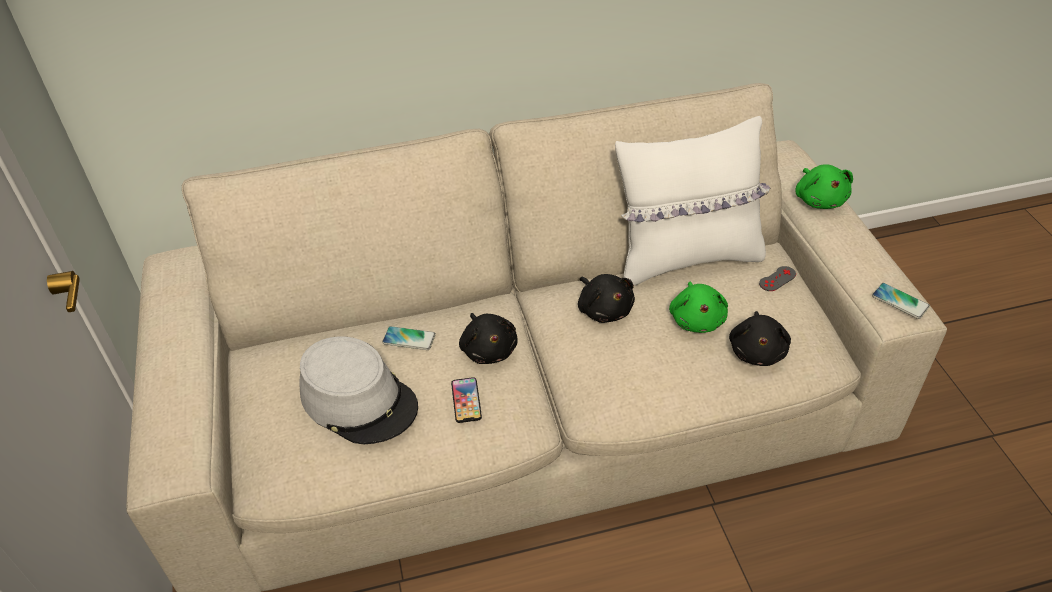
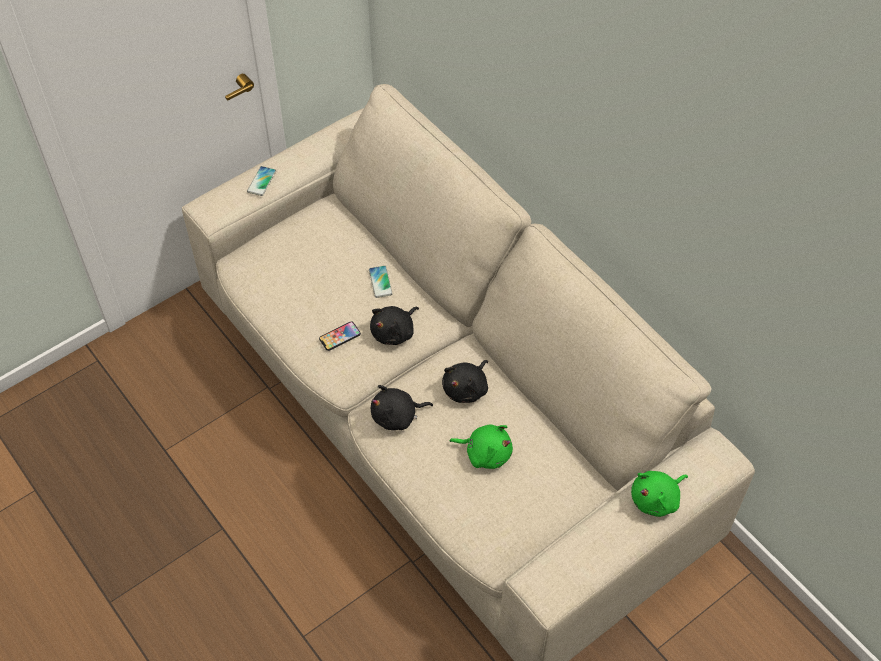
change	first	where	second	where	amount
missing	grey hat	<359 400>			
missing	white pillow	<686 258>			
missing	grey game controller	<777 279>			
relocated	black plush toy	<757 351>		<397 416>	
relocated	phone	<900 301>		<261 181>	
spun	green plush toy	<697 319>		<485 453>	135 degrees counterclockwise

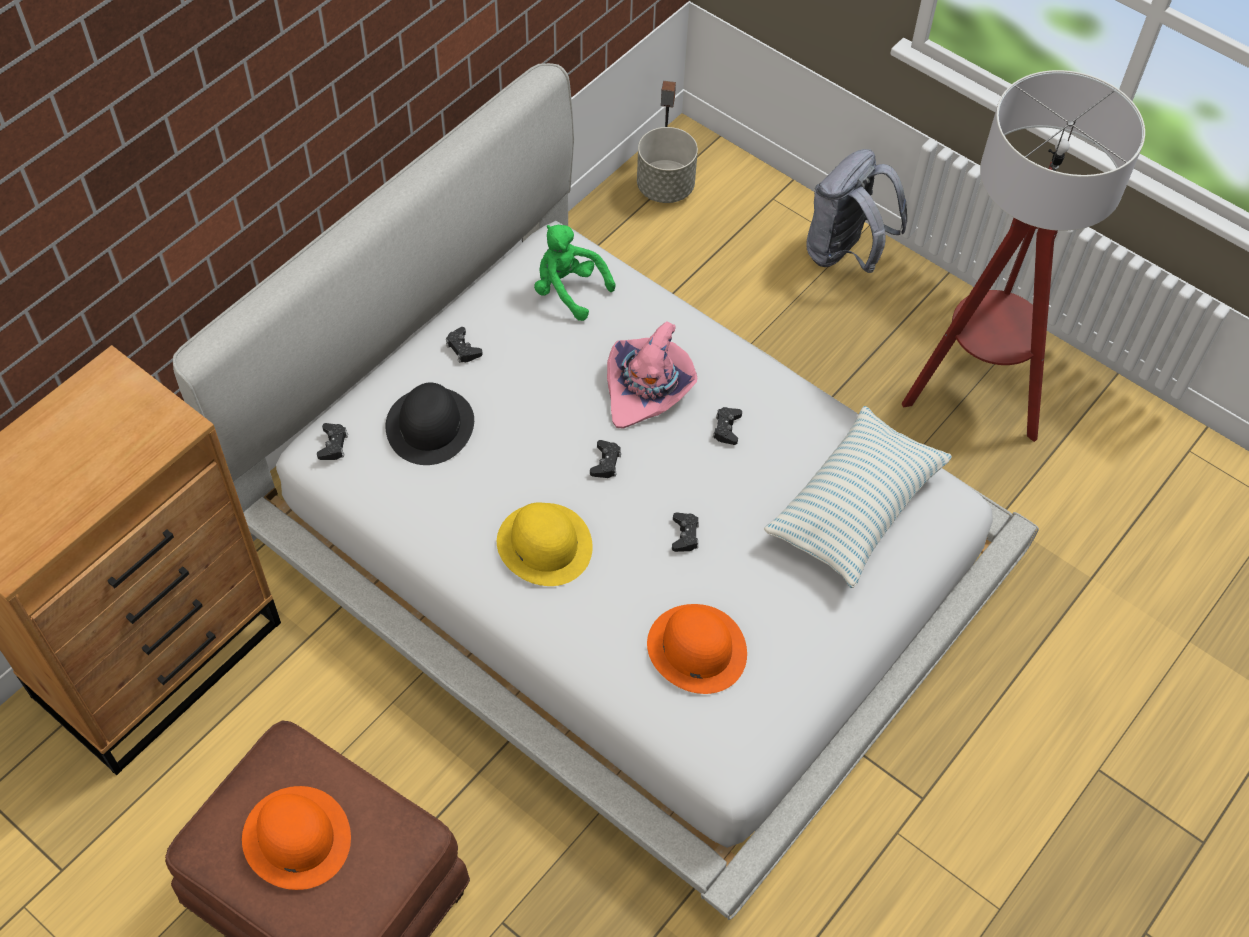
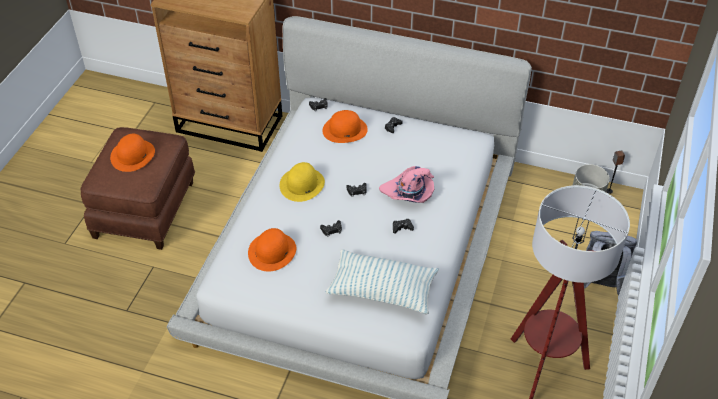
change	first	where	second	where	amount
missing	green plush toy	<568 290>			
colour	black hat	<430 425>	orange hat	<345 130>	

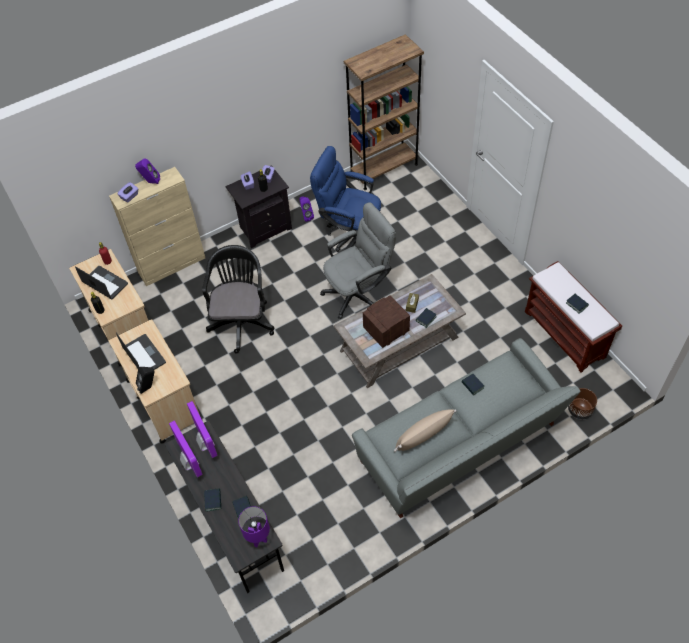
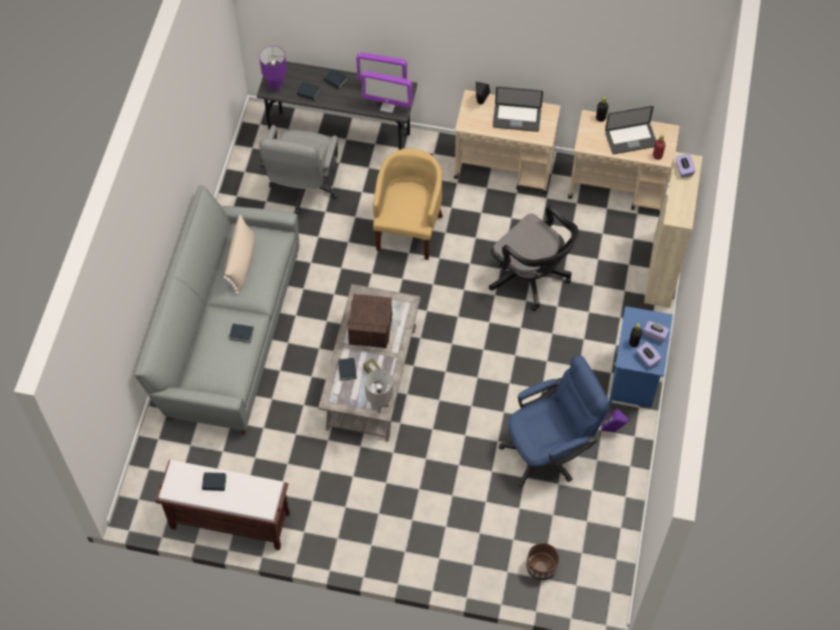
change	first	where	second	where	amount
missing	purple speaker	<150 182>			
missing	brown bookcase	<384 169>			
appeared			grey table lamp	<379 405>	
appeared			yellow armchair	<408 229>	
relocated	grey office chair	<359 292>		<303 189>	
relocated	brown planter	<580 410>		<541 567>	
colour	black nightstand	<264 228>	blue nightstand	<634 380>	

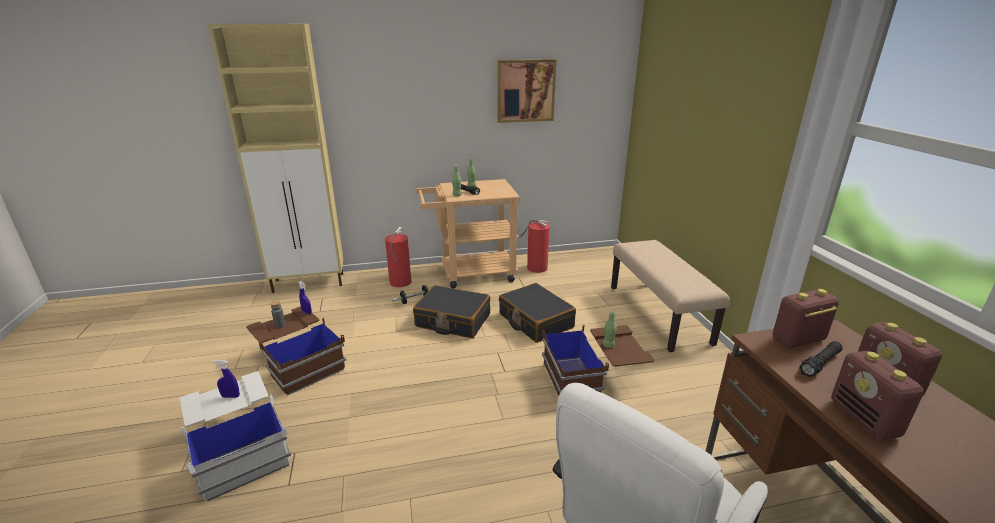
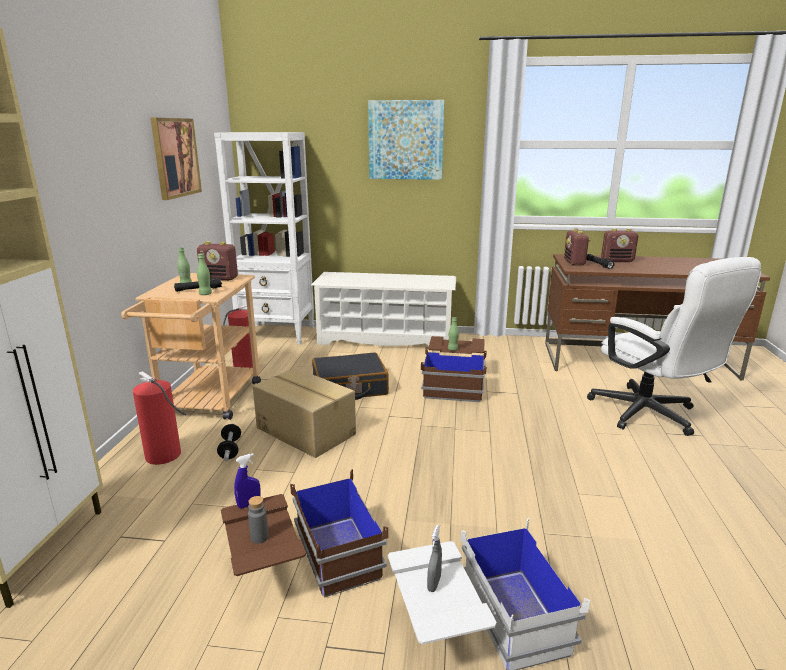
change	first	where	second	where	amount
appeared			white bookcase	<277 334>	
appeared			picture	<406 140>	
relocated	radio	<864 419>		<220 278>	
exchanged	black suitcase	<453 320>	cardboard box	<306 430>	
exchanged	beige bench	<659 314>	white shoe rack	<385 339>	
colour	blue spray bottle	<231 396>	grey spray bottle	<434 583>	

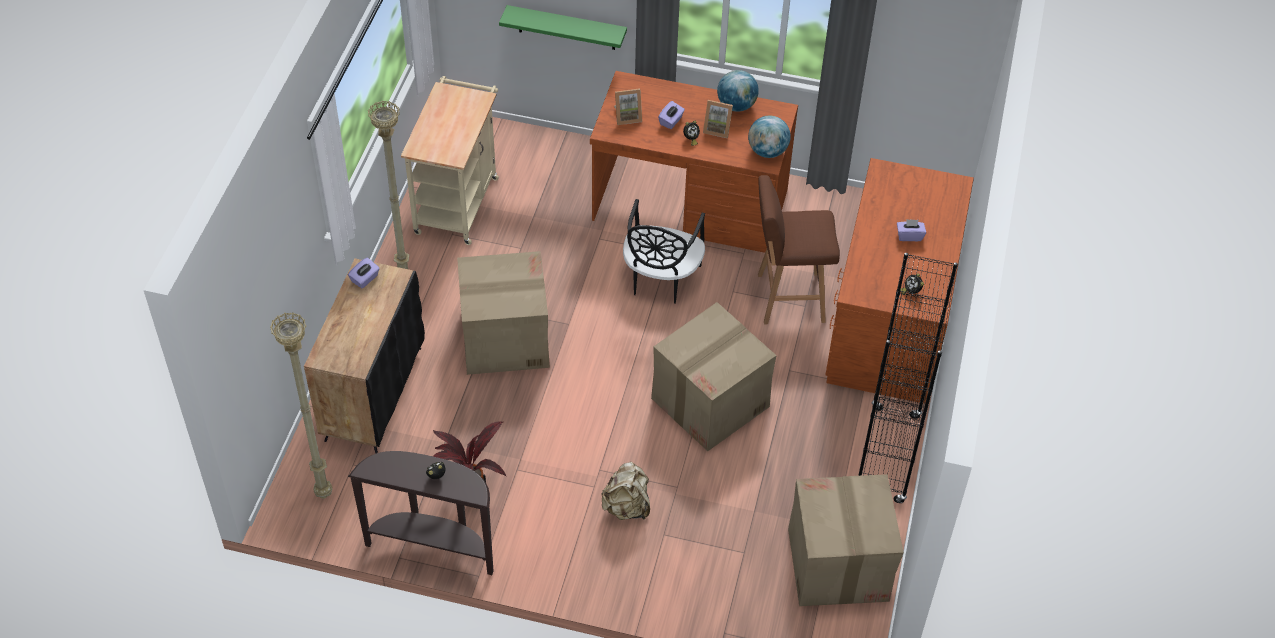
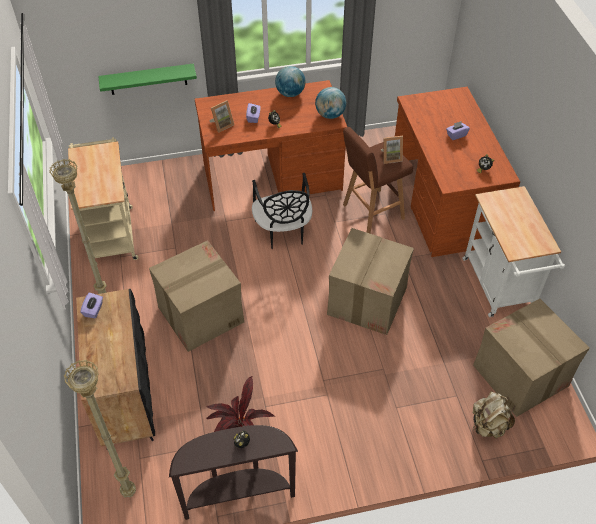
change	first	where	second	where	amount
relocated	beige backpack	<627 507>		<488 425>	
relocated	picture frame	<717 129>		<391 157>	
exchanged	black bookcase	<887 455>	white cart	<500 288>	

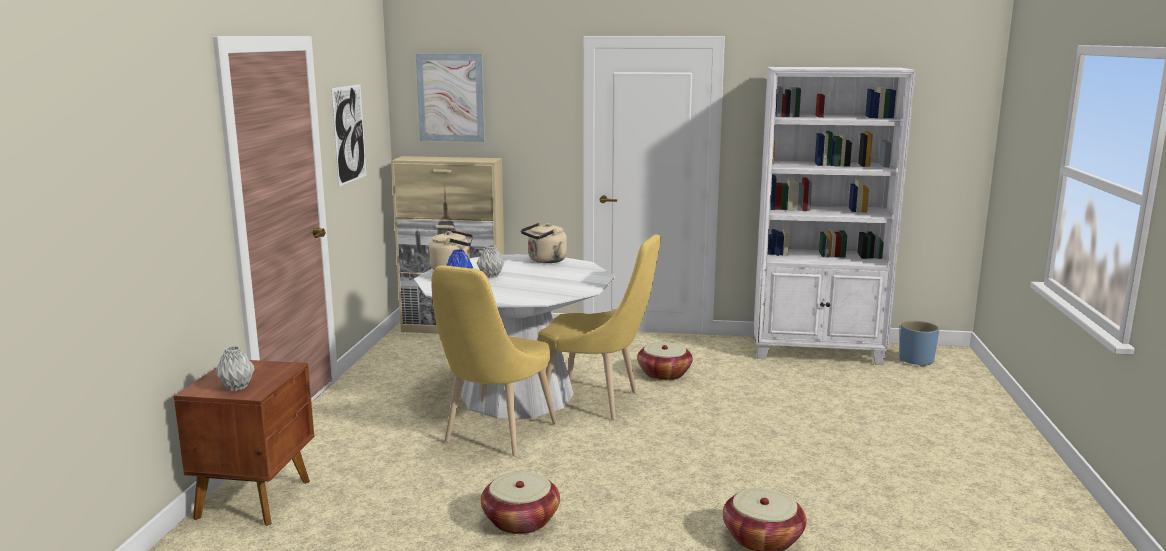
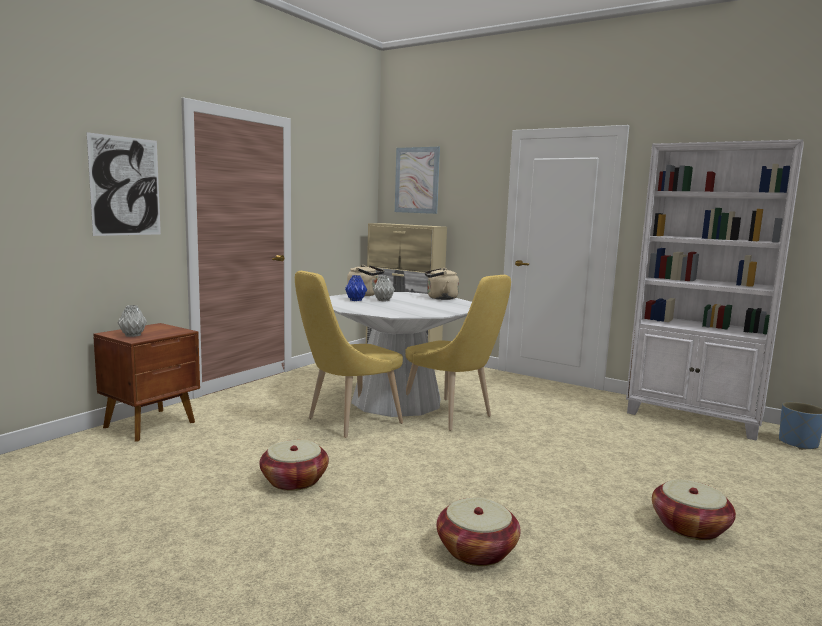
change	first	where	second	where	amount
relocated	picture	<349 134>		<125 186>	
relocated	basket	<664 374>		<689 527>	

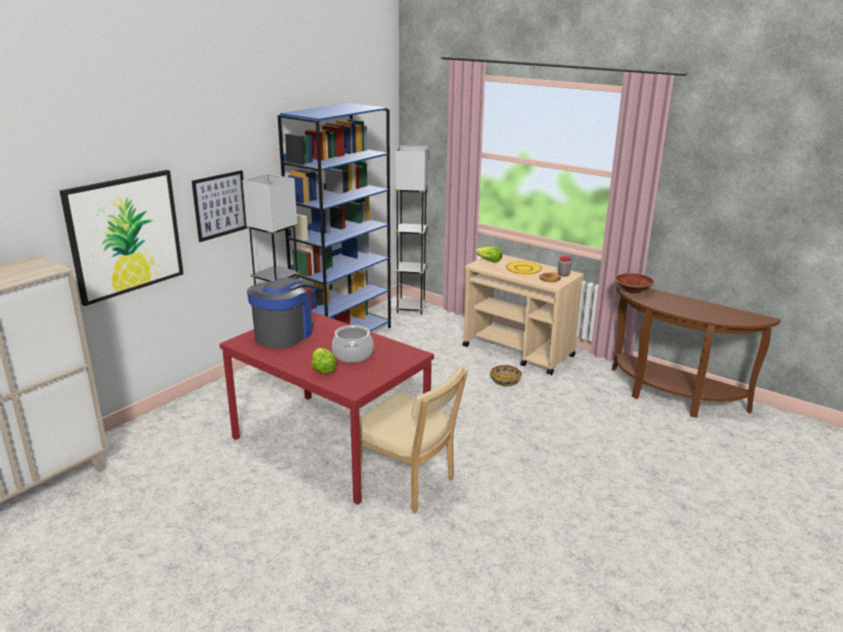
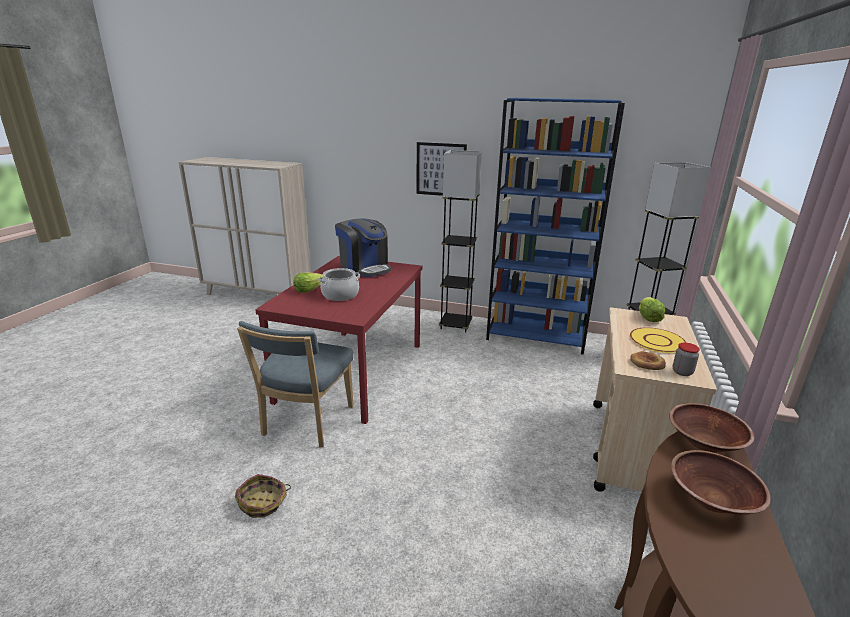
change	first	where	second	where	amount
missing	picture	<125 235>			
appeared			brown bowl	<711 499>	
relocated	basket	<505 380>		<263 503>	
colour	beige chair	<409 484>	blue chair	<306 423>	
spun	coffee machine	<283 335>		<364 268>	45 degrees clockwise

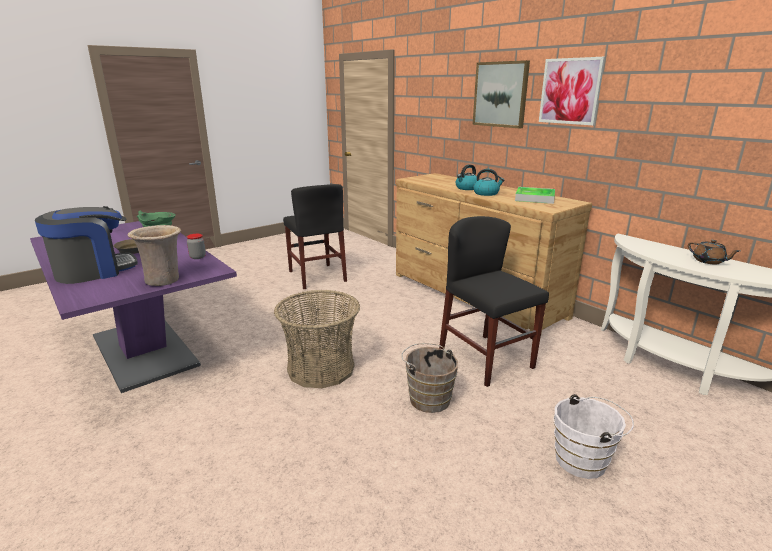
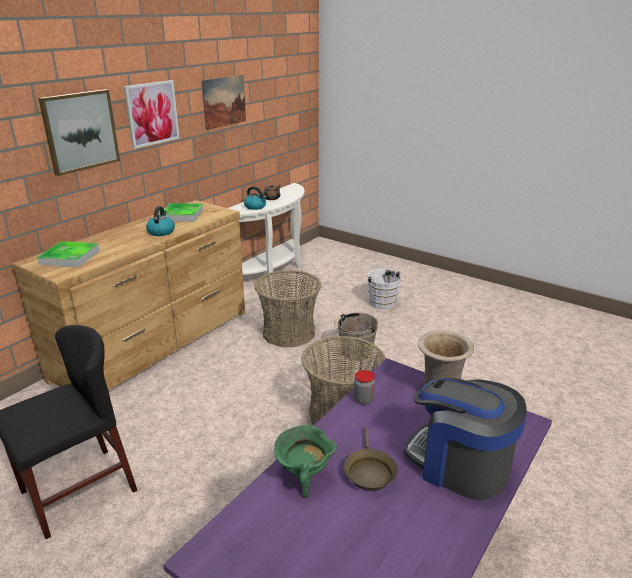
change	first	where	second	where	amount
appeared			tray	<70 257>	
appeared			picture	<224 101>	
relocated	kettle	<467 188>		<255 207>	
exchanged	black chair	<486 359>	basket	<289 332>	

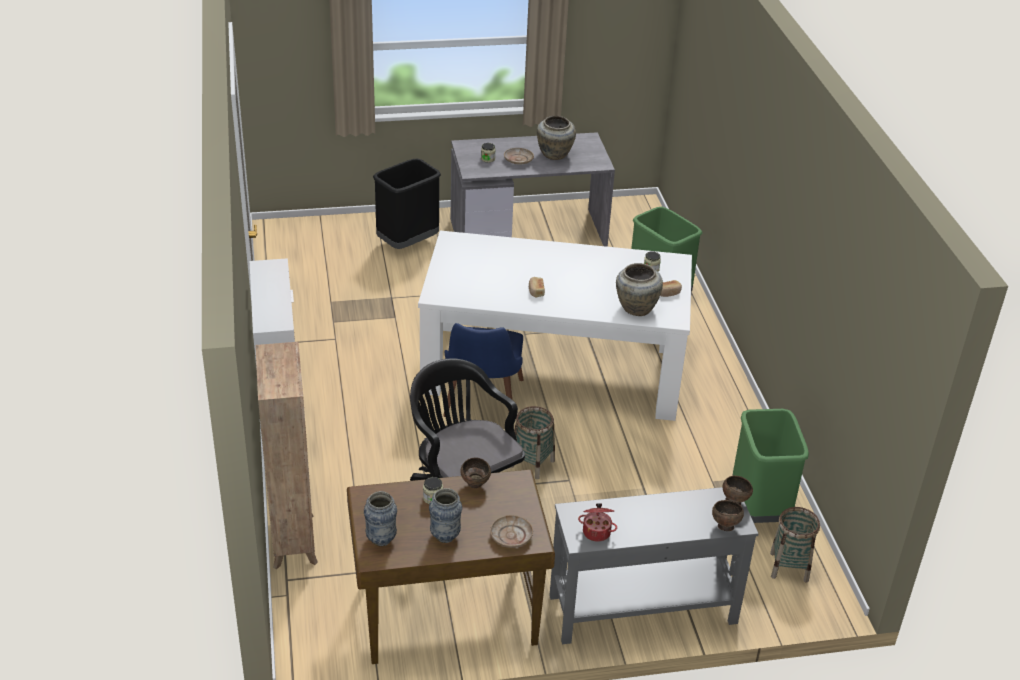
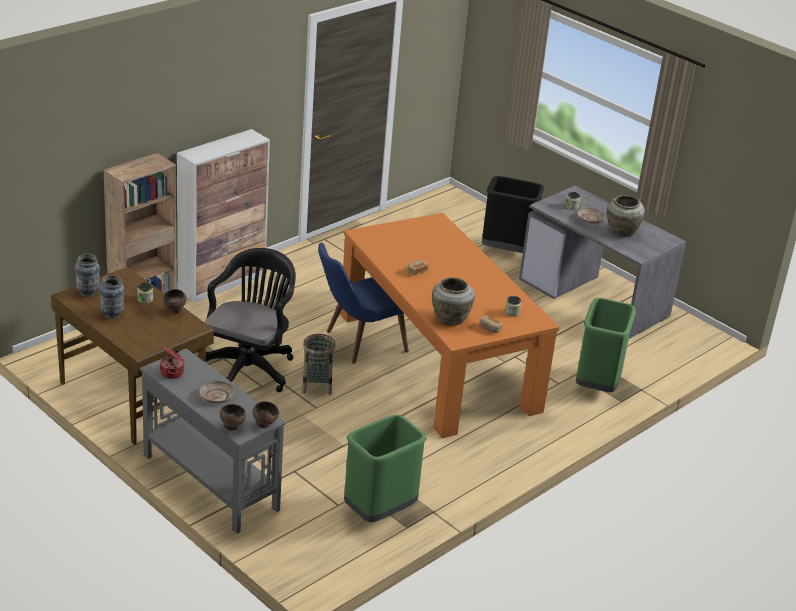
change	first	where	second	where	amount
missing	basket	<789 567>			
relocated	beige plate	<511 536>		<216 396>	
colour	white dining table	<552 368>	orange dining table	<437 361>	

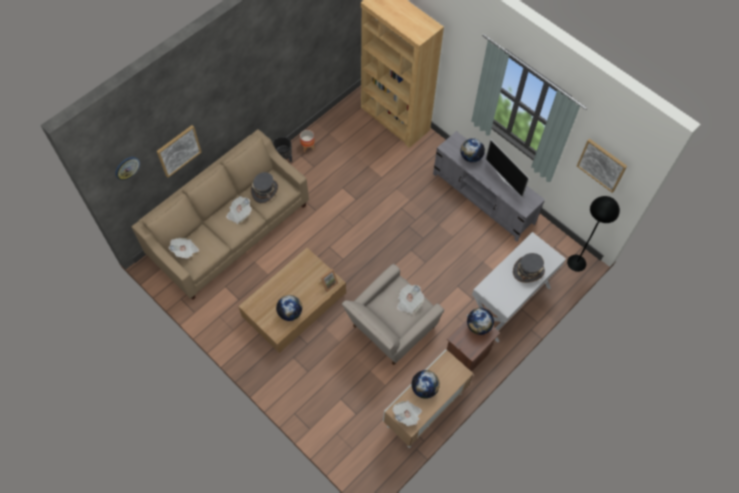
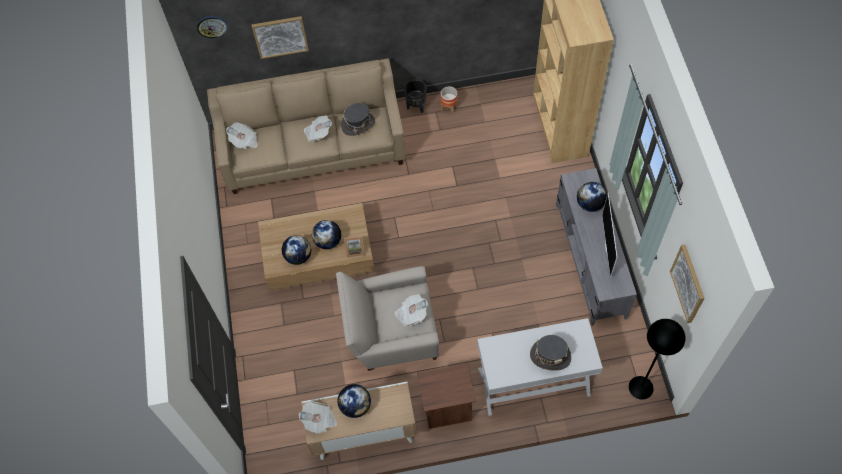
change	first	where	second	where	amount
relocated	globe	<478 326>		<328 241>	

